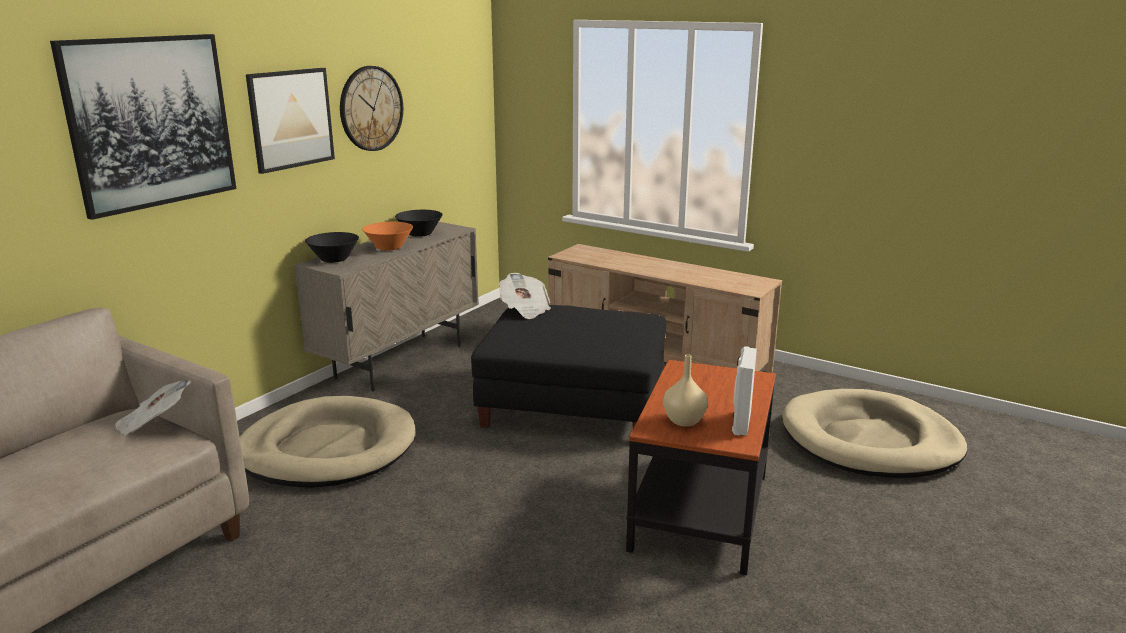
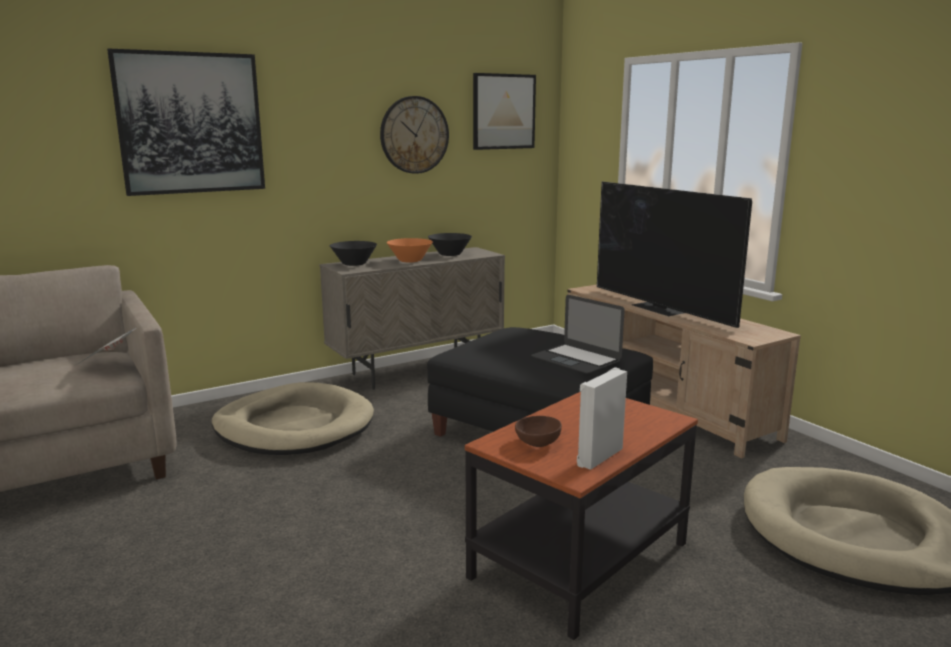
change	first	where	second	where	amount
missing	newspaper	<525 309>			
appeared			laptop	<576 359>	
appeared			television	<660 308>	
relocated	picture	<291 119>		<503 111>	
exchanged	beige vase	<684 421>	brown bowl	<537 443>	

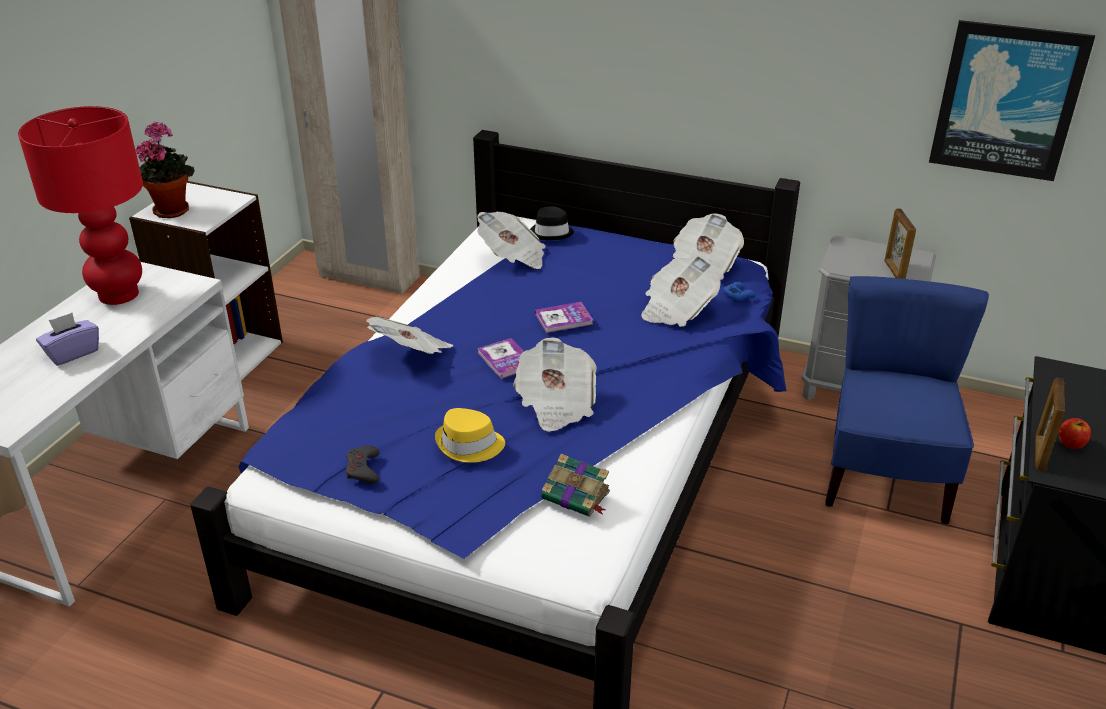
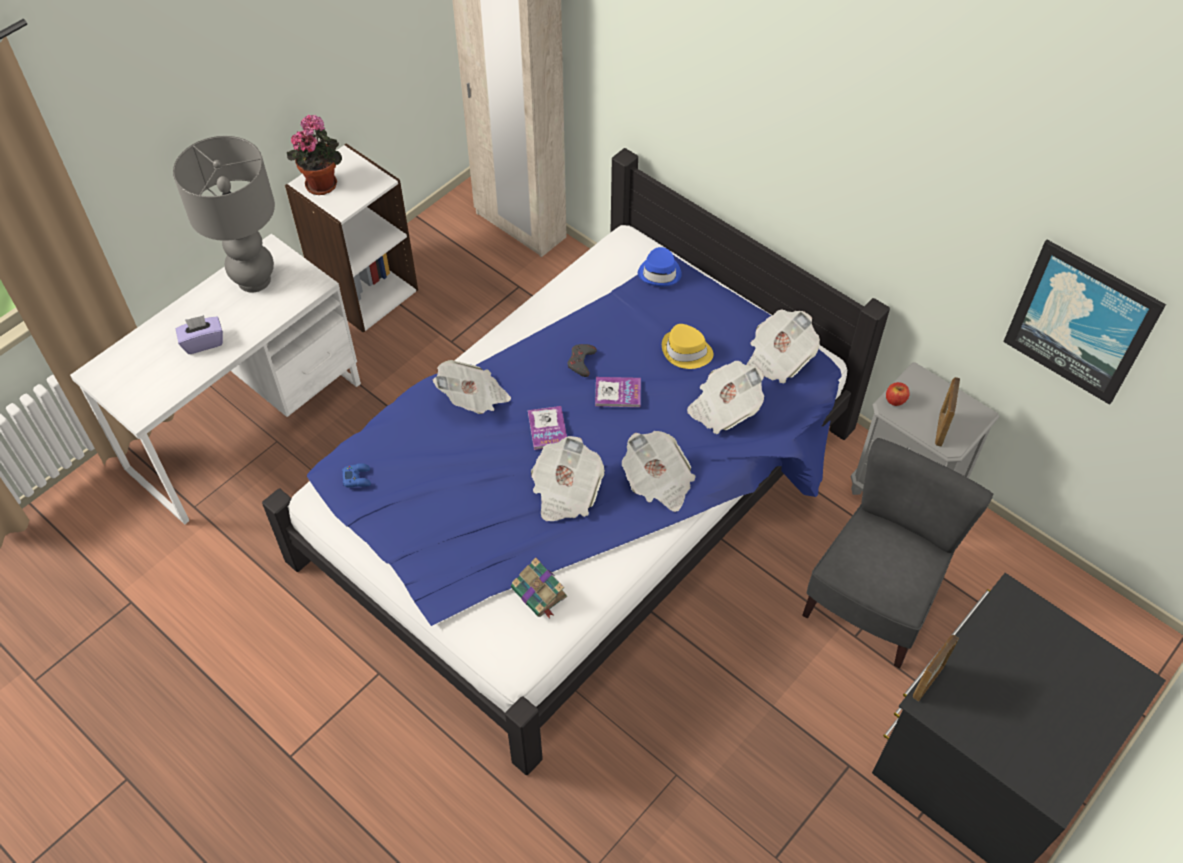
change	first	where	second	where	amount
relocated	grey game controller	<363 469>		<581 362>	
relocated	yellow hat	<469 445>		<686 352>	
relocated	newspaper	<513 257>		<658 482>	
relocated	blue game controller	<738 295>		<357 478>	
relocated	apple	<1071 443>		<895 400>	
colour	red table lamp	<118 295>	grey table lamp	<253 280>	
colour	black hat	<551 233>	blue hat	<660 273>	
colour	blue chair	<884 477>	grey chair	<873 602>	

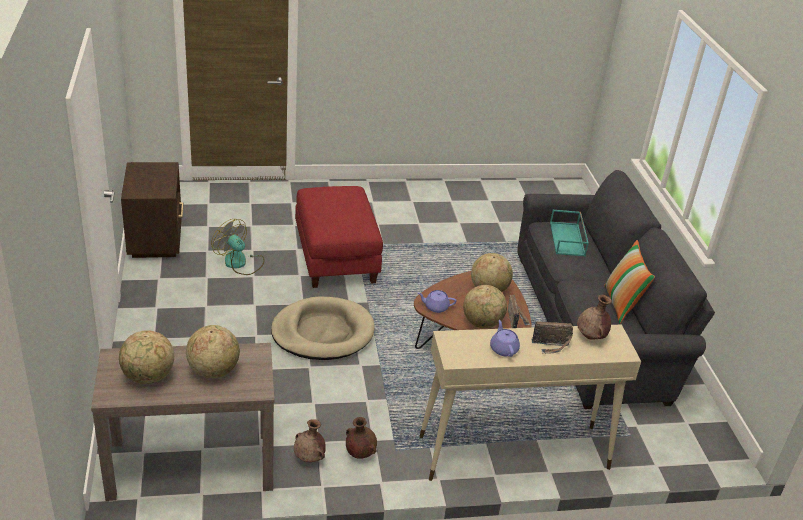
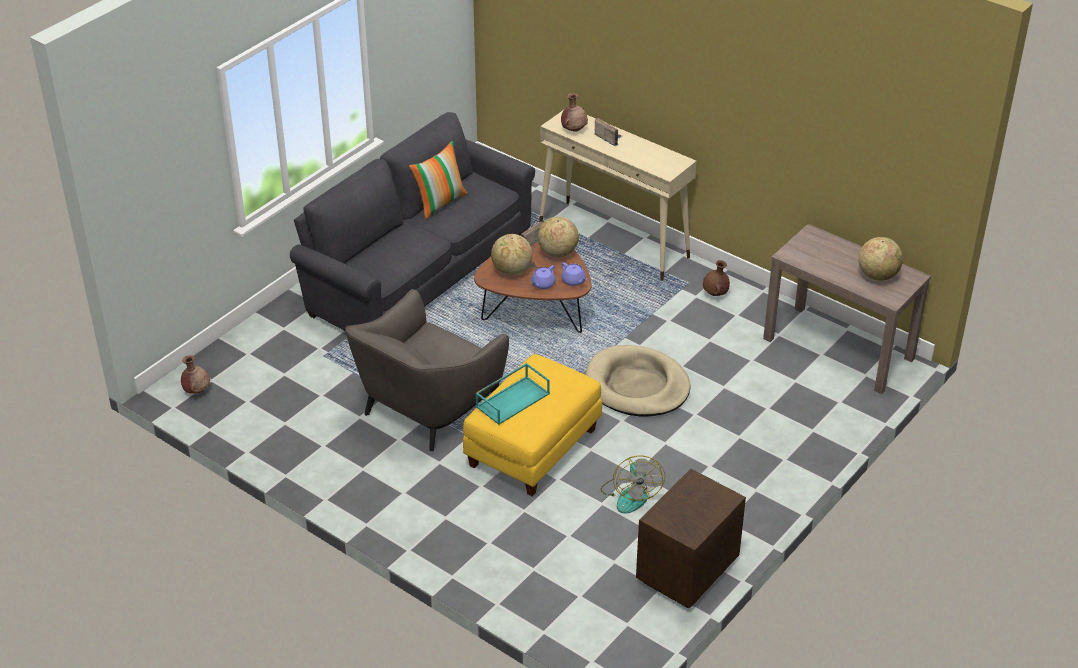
change	first	where	second	where	amount
missing	globe	<213 370>			
appeared			grey armchair	<427 407>	
relocated	brown vase	<309 458>		<197 390>	
relocated	purple teapot	<503 349>		<542 284>	
relocated	turquoise tray	<568 239>		<513 399>	
colour	red ottoman	<337 258>	yellow ottoman	<532 447>	

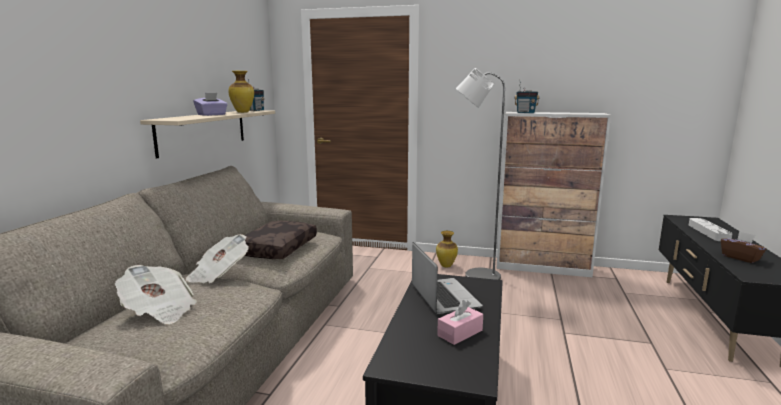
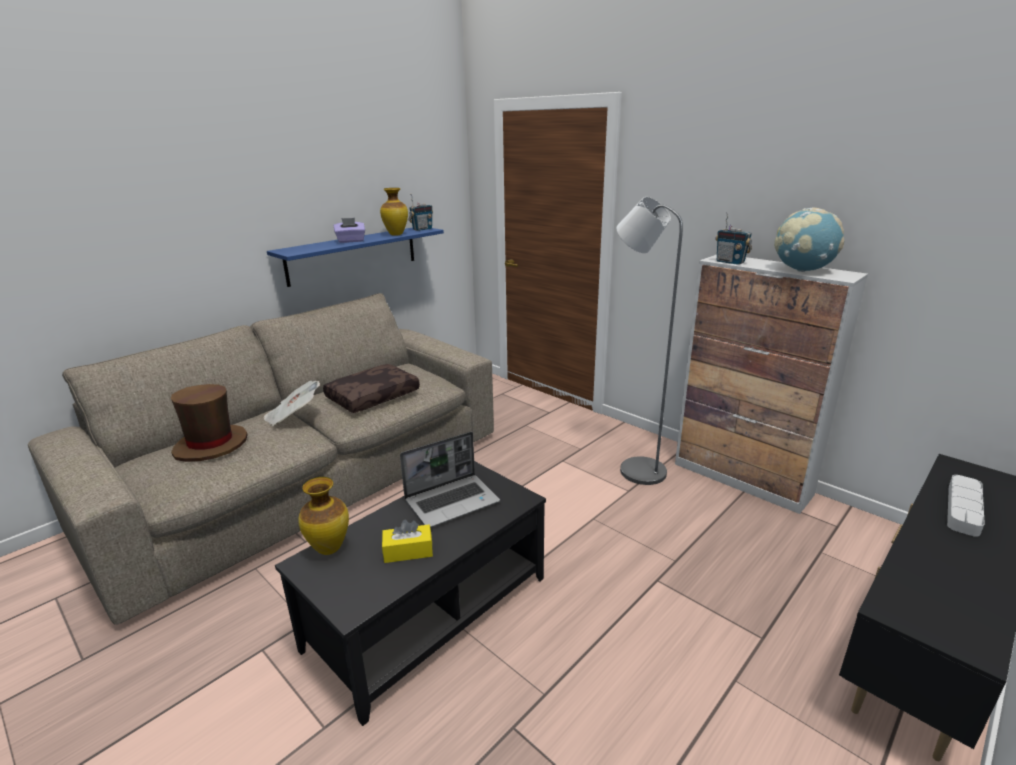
change	first	where	second	where	amount
missing	brown tissue box	<740 258>			
appeared			globe	<803 270>	
relocated	vase	<446 266>		<329 548>	
exchanged	newspaper	<159 311>	brown hat	<211 445>	
colour	beige shelf	<203 131>	blue shelf	<353 255>	
colour	pink tissue box	<460 333>	yellow tissue box	<408 551>	
spun	laptop	<443 297>		<452 501>	45 degrees clockwise

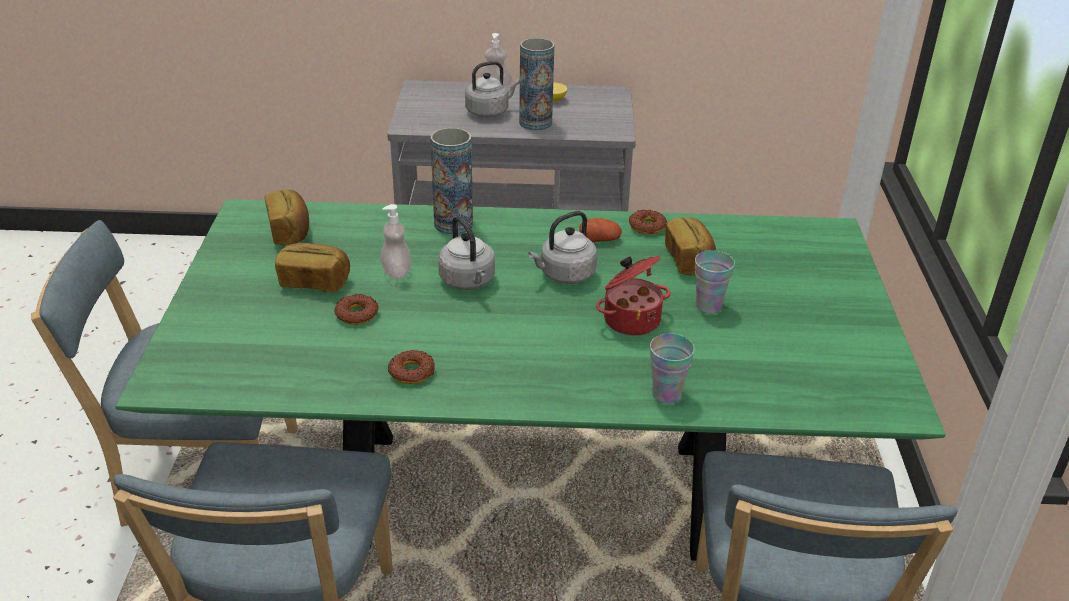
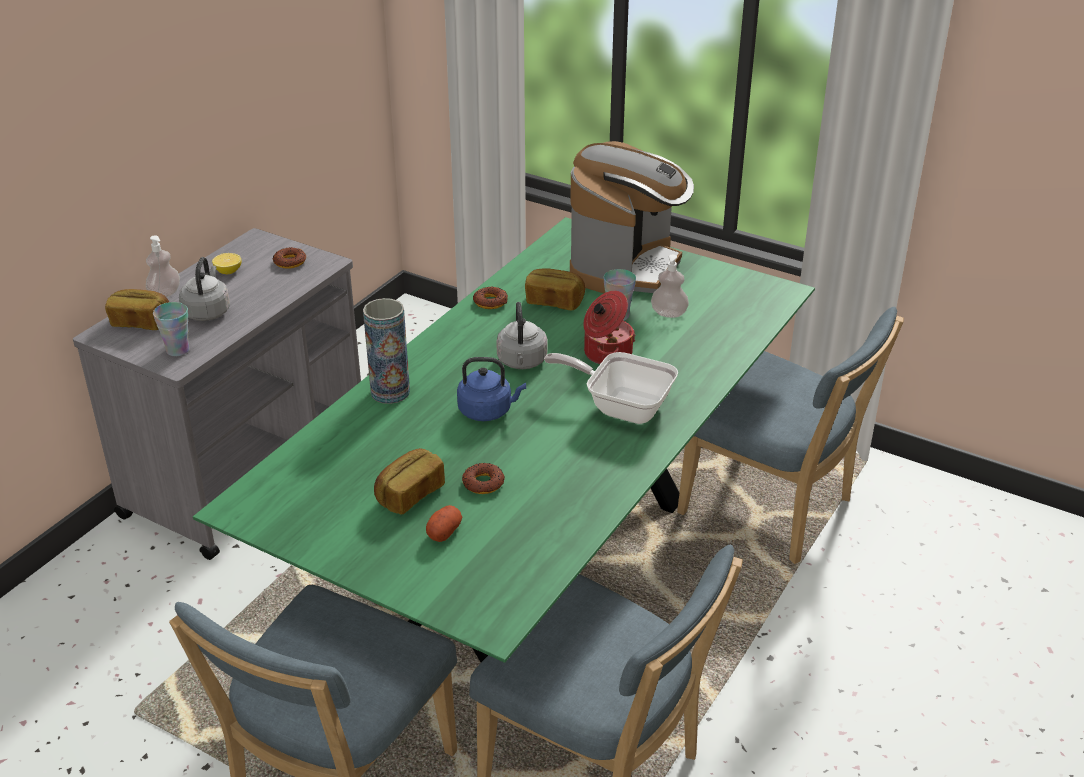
change	first	where	second	where	amount
missing	vase	<535 123>			
appeared			frying pan	<621 407>	
appeared			coffee machine	<626 268>	
relocated	bread	<290 231>		<141 322>	
relocated	soap dispenser	<396 272>		<669 313>	
relocated	donut	<412 372>		<290 262>	
relocated	potato	<600 239>		<444 532>	
relocated	cup	<666 394>		<178 350>	
colour	grey kettle	<468 282>	blue kettle	<488 411>	

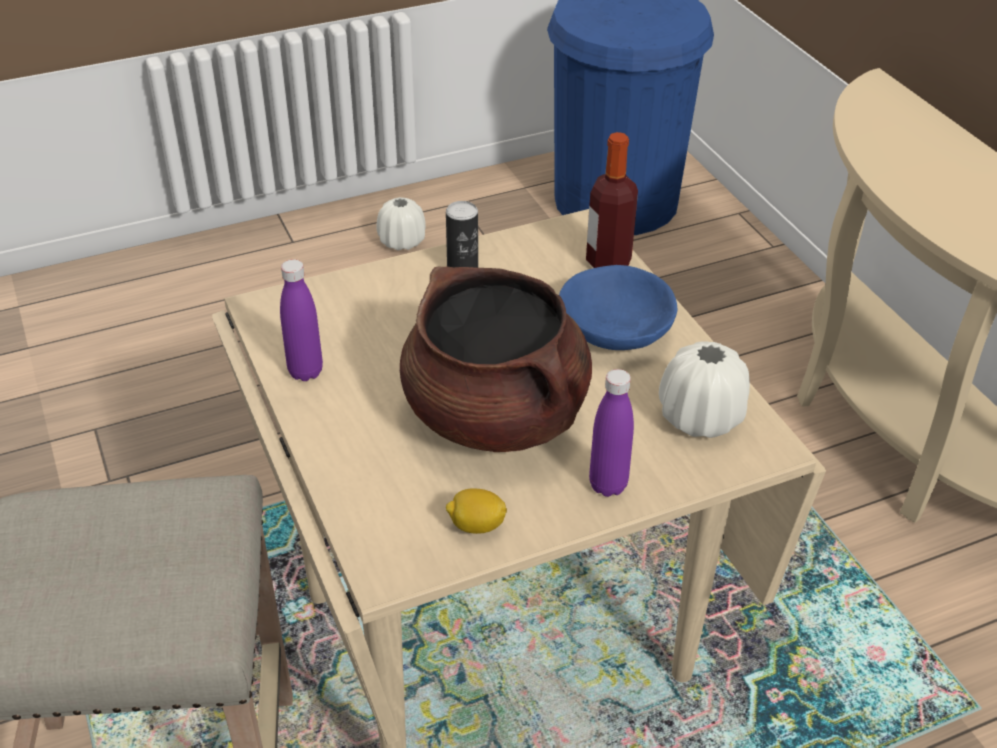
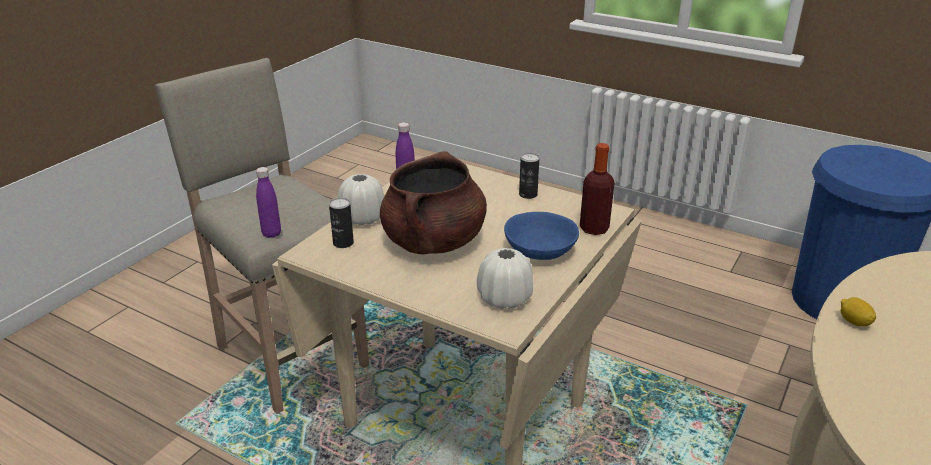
change	first	where	second	where	amount
appeared			can	<343 243>	
relocated	white vase	<402 241>		<363 218>	
relocated	lemon	<476 526>		<854 322>	
relocated	purple bottle	<608 485>		<271 234>	

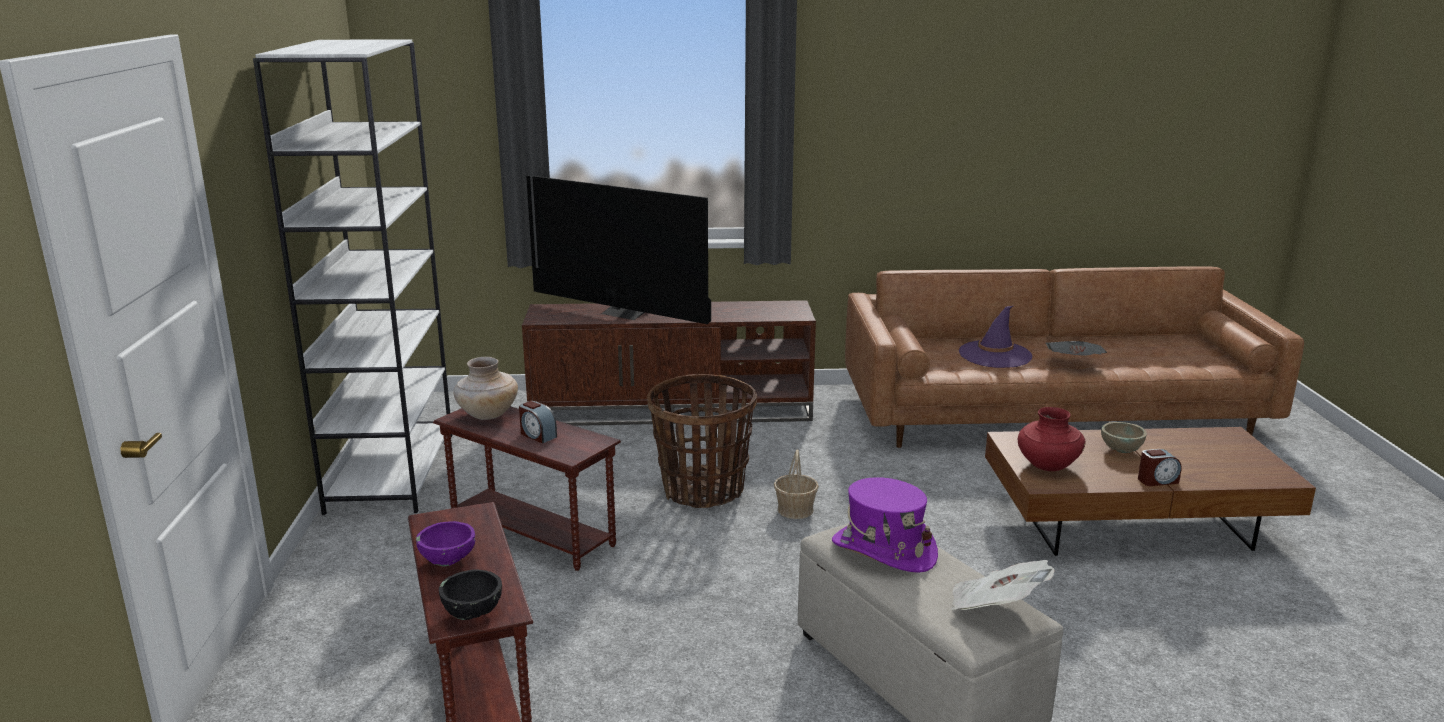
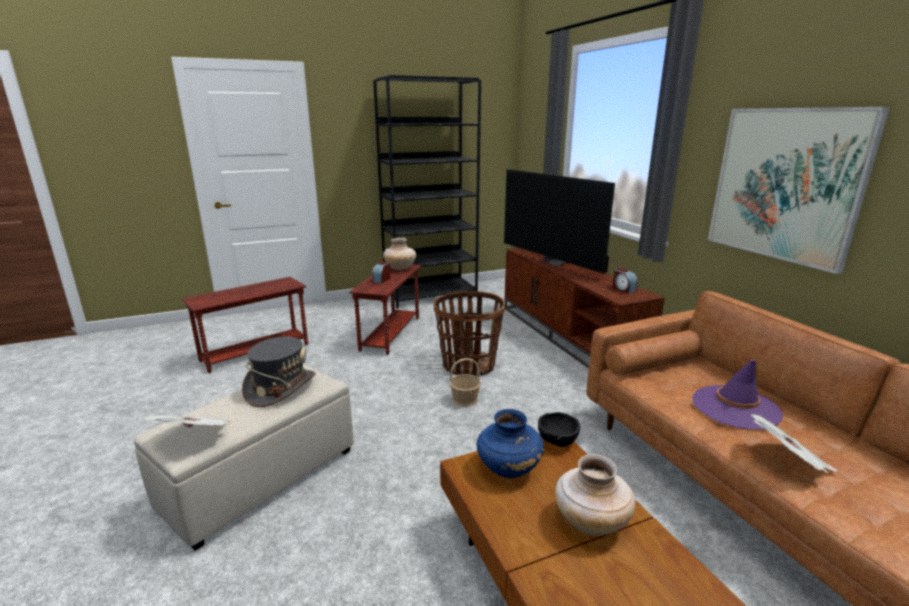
change	first	where	second	where	amount
missing	purple bowl	<448 561>			
appeared			picture	<785 184>	
relocated	black bowl	<473 613>		<557 442>	
relocated	alarm clock	<1157 481>		<623 289>	
exchanged	beige bowl	<1120 450>	beige vase	<591 522>	
colour	white bookcase	<391 471>	black bookcase	<431 295>	
colour	purple hat	<883 550>	grey hat	<280 387>	
colour	red vase	<1047 466>	blue vase	<508 468>	
spun	television	<625 313>		<555 262>	45 degrees counterclockwise

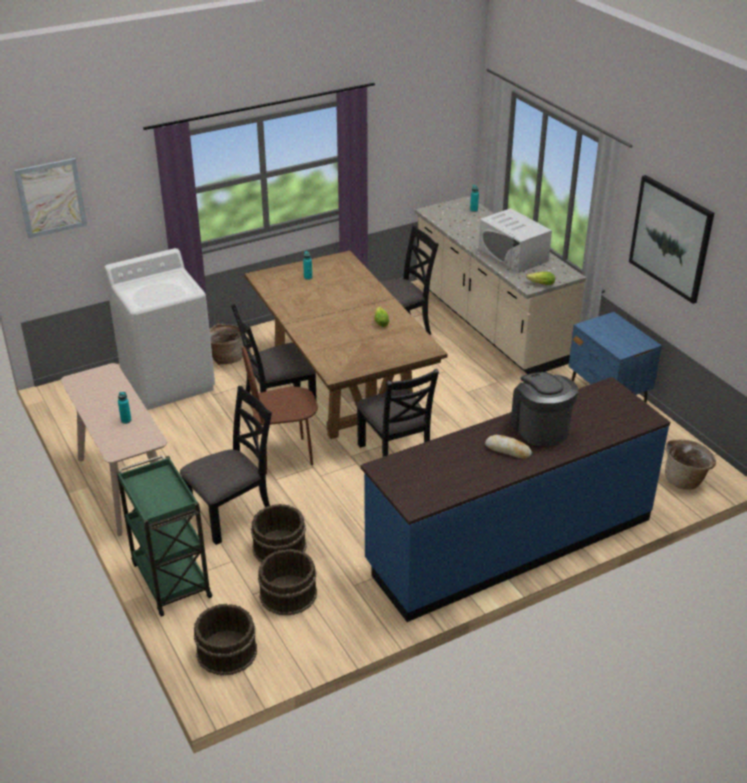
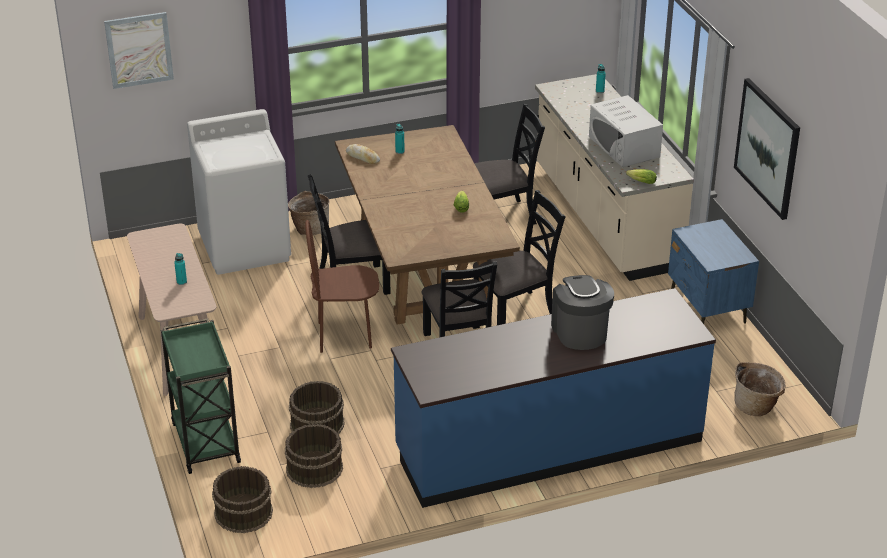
change	first	where	second	where	amount
relocated	black chair	<231 513>		<515 312>	
relocated	bread	<508 450>		<363 157>	

